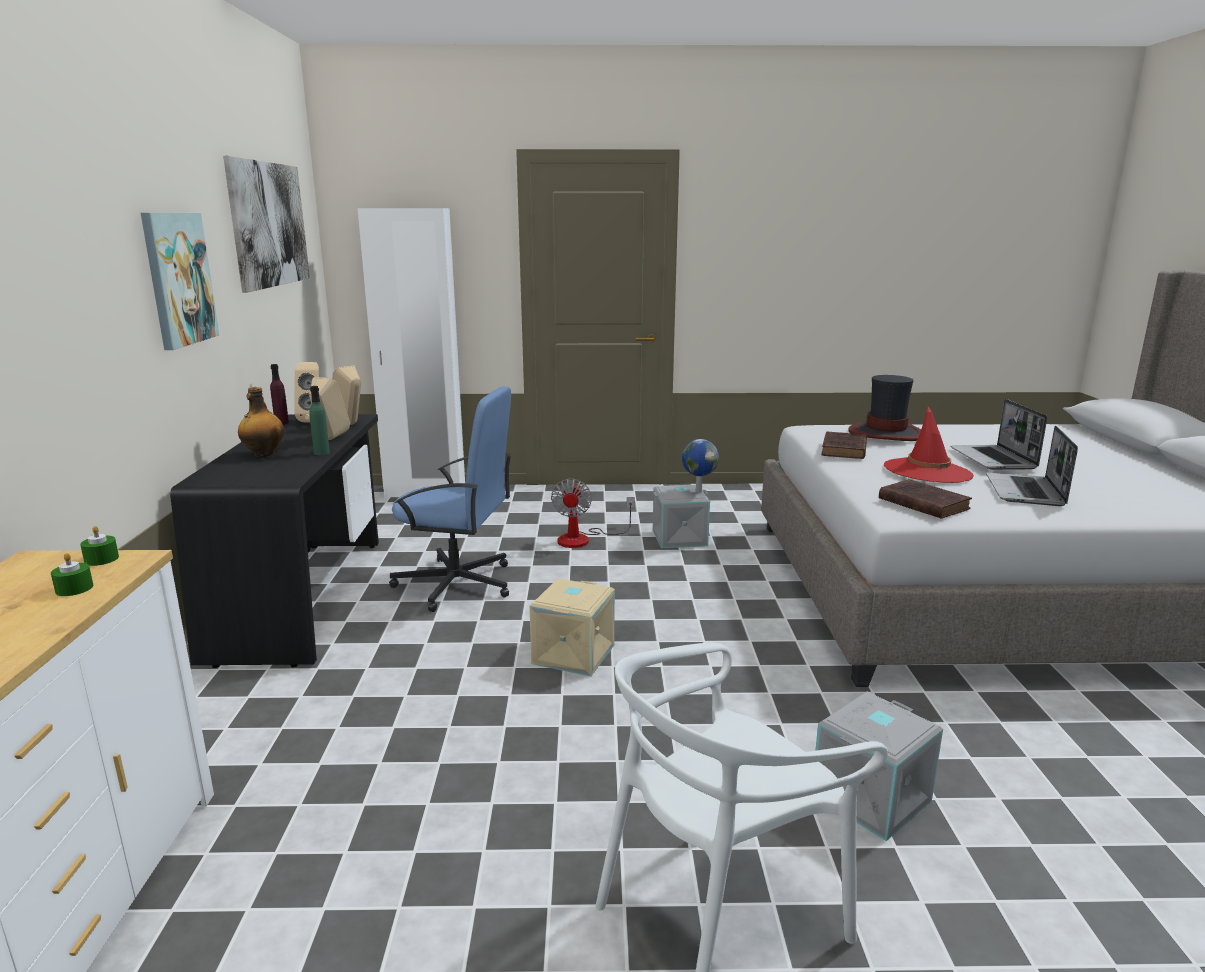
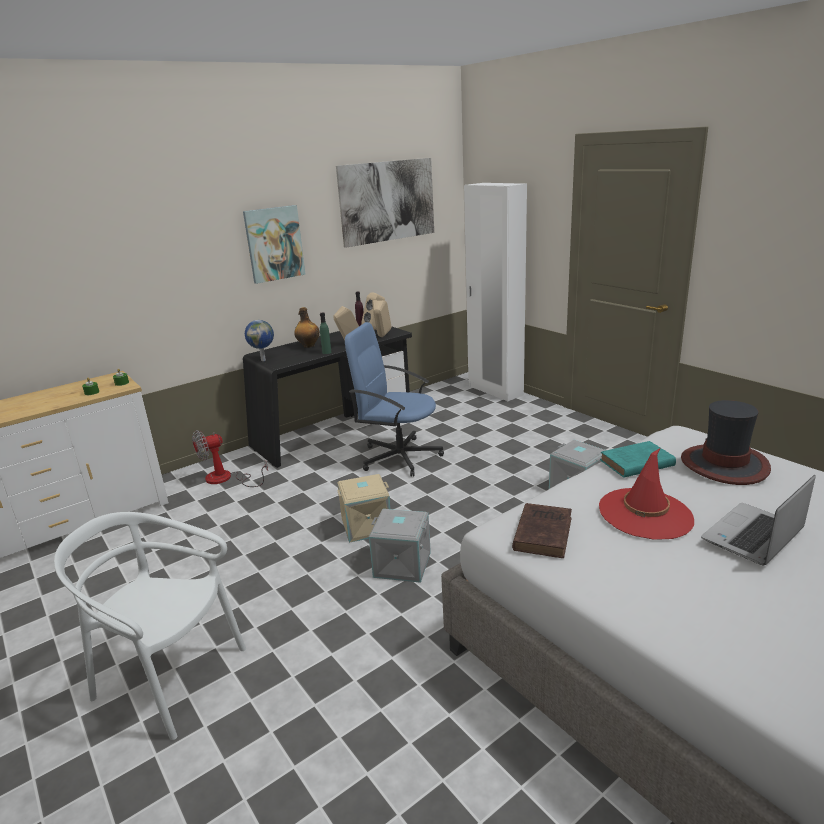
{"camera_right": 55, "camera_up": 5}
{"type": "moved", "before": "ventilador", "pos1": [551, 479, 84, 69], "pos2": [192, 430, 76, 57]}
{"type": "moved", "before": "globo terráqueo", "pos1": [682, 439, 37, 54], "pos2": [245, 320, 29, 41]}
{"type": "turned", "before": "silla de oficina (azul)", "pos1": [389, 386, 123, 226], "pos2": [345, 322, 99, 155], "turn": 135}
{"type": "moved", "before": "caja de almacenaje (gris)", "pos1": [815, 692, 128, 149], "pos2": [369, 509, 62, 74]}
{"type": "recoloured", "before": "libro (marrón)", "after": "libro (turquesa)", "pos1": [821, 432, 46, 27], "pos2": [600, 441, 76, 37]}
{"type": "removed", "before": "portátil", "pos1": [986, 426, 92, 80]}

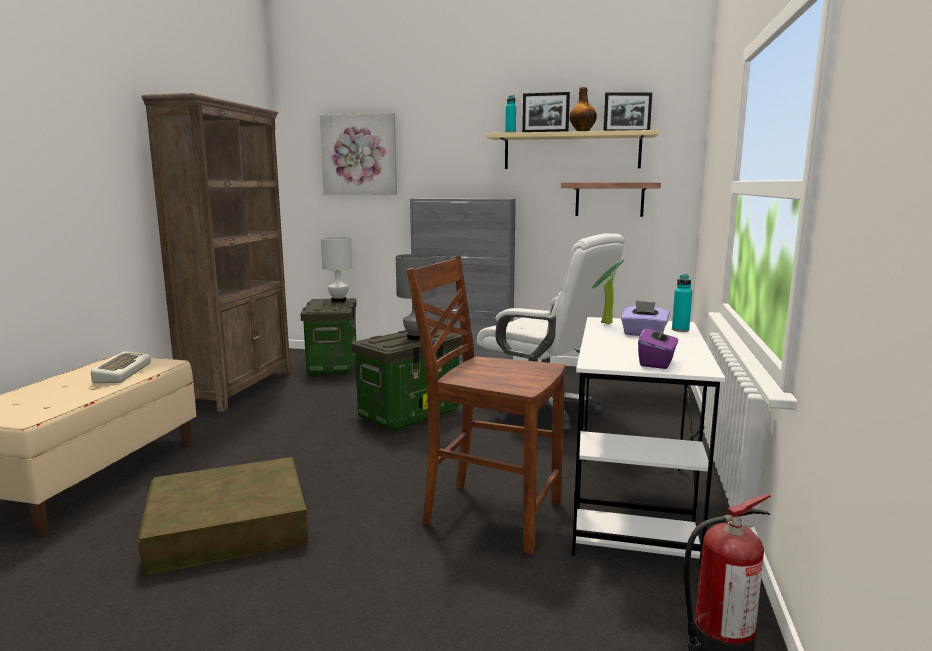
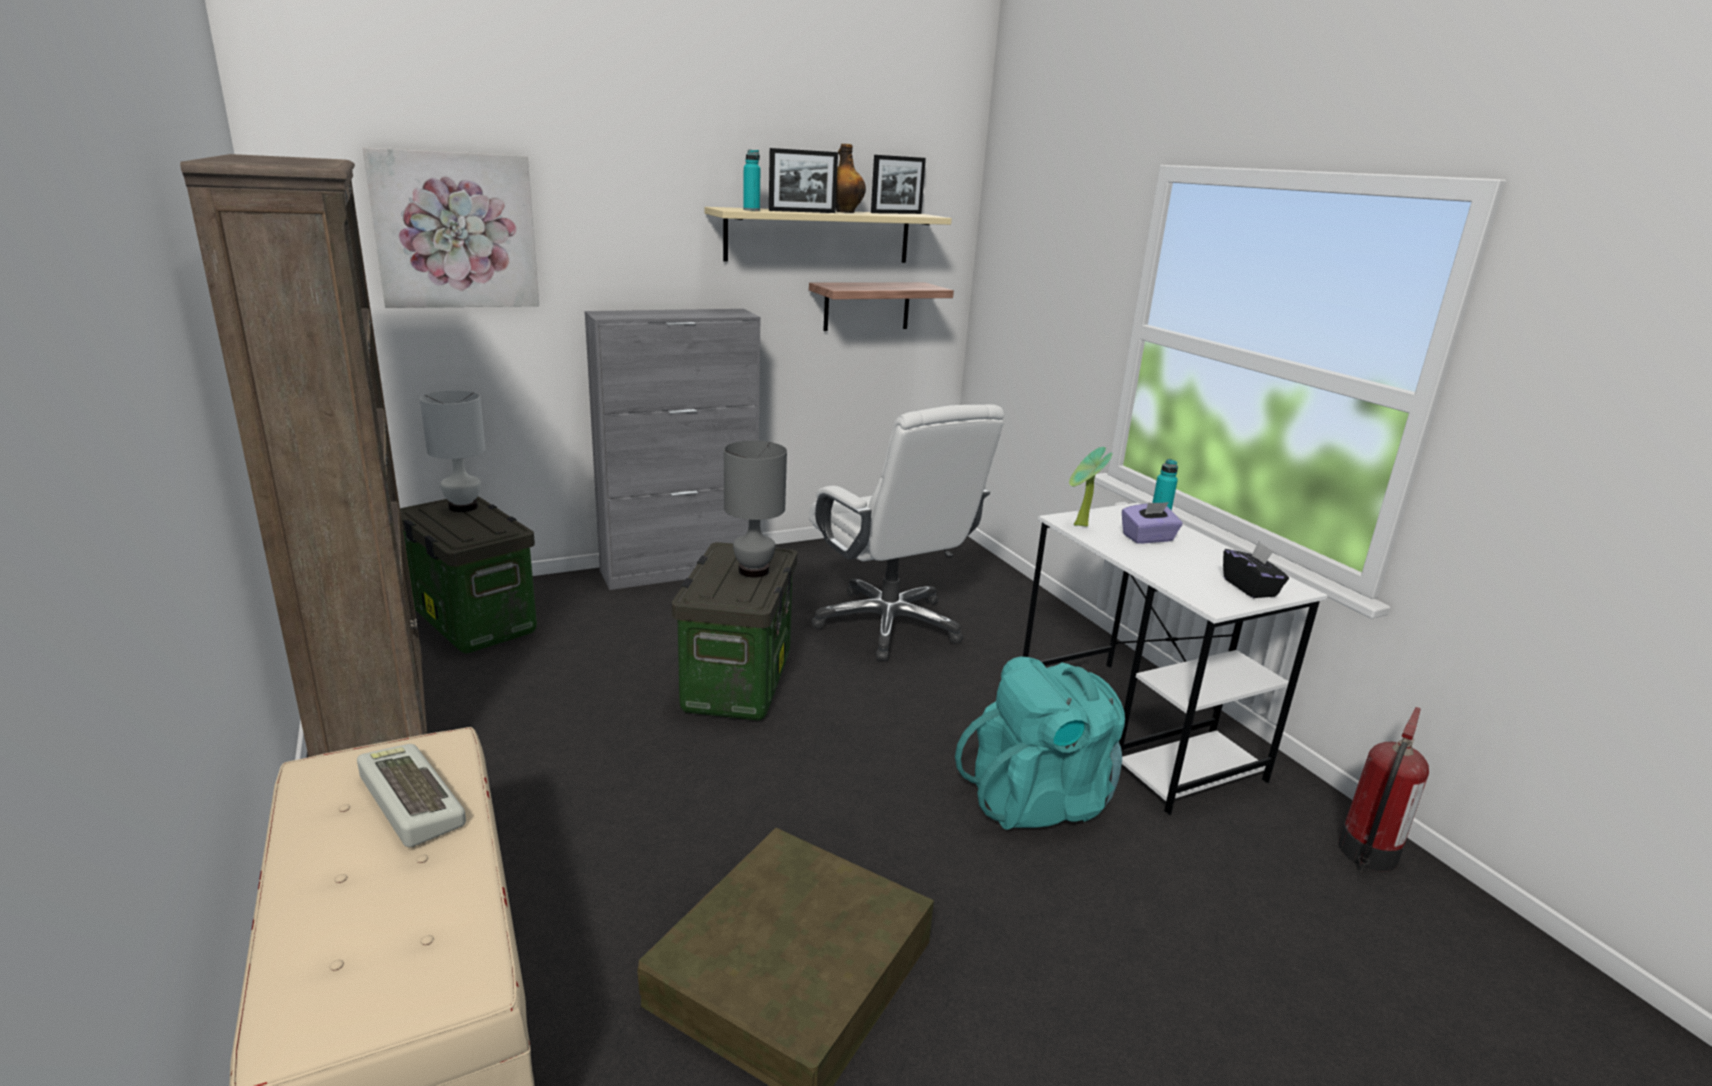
{"camera_right": -40, "camera_up": 10}
{"type": "turned", "before": "silla de oficina (blanco)", "pos1": [476, 234, 149, 198], "pos2": [809, 405, 195, 256], "turn": 60}
{"type": "replaced", "before": "silla (marrón)", "after": "mochila (turquesa)", "pos1": [406, 256, 159, 299], "pos2": [955, 656, 170, 174]}
{"type": "recoloured", "before": "caja de pañuelos (morado)", "after": "caja de pañuelos (negro)", "pos1": [638, 322, 40, 47], "pos2": [1223, 542, 66, 56]}

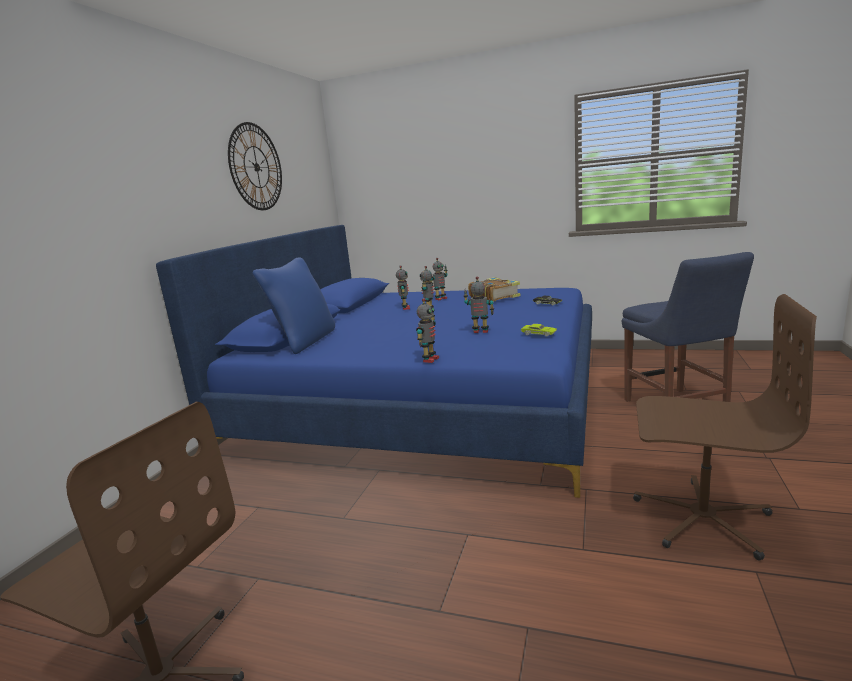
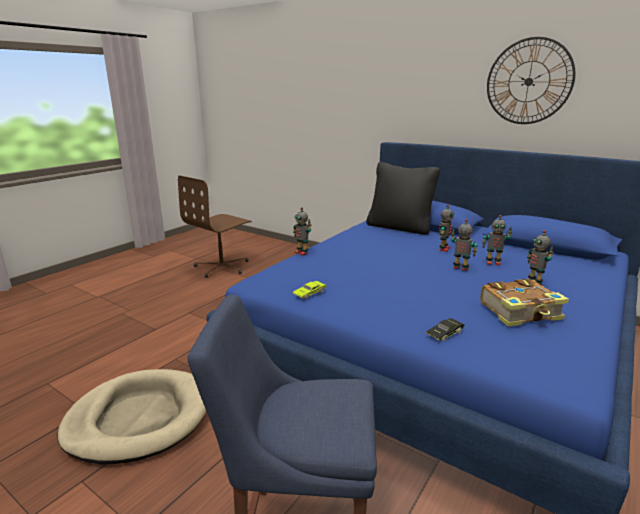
{"camera_right": 105, "camera_up": 5}
{"type": "replaced", "before": "silla de oficina (marrón)", "after": "cama para perro (beis)", "pos1": [633, 294, 184, 267], "pos2": [58, 369, 149, 95]}
{"type": "recoloured", "before": "cojín (azul)", "after": "cojín (negro)", "pos1": [253, 257, 82, 97], "pos2": [366, 162, 74, 73]}
{"type": "moved", "before": "robot de juguete", "pos1": [463, 276, 31, 57], "pos2": [439, 205, 15, 47]}

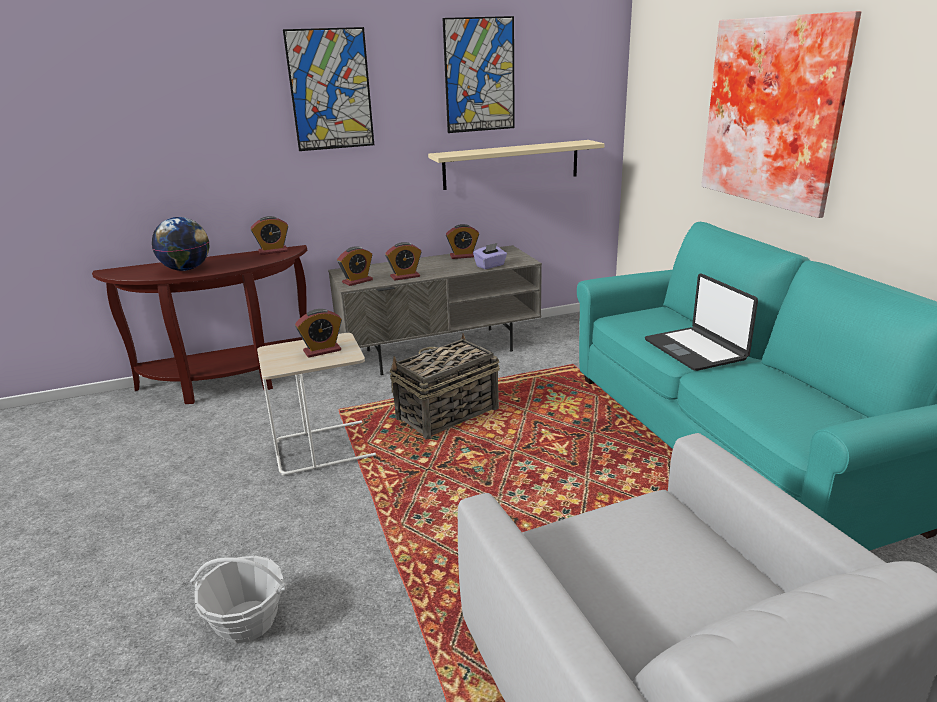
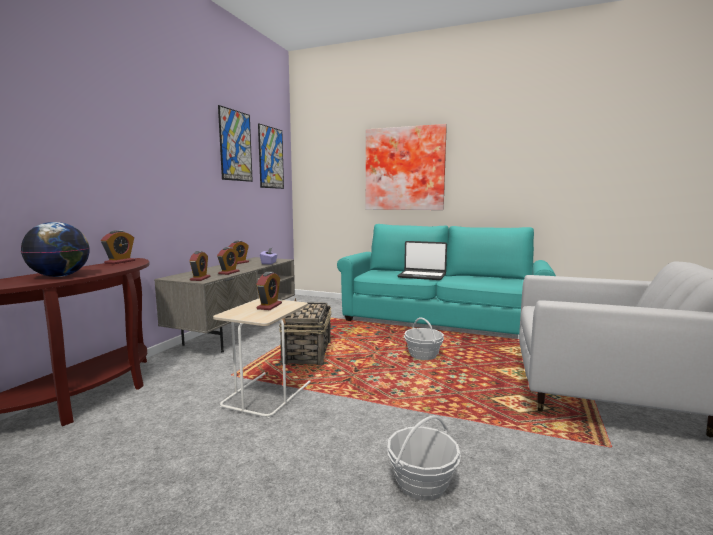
{"camera_right": -50, "camera_up": -15}
{"type": "moved", "before": "cuadro", "pos1": [283, 27, 91, 124], "pos2": [258, 123, 26, 66]}
{"type": "added", "after": "cesta", "pos2": [404, 317, 40, 43]}
{"type": "removed", "before": "estante (beis)", "pos1": [428, 140, 176, 50]}

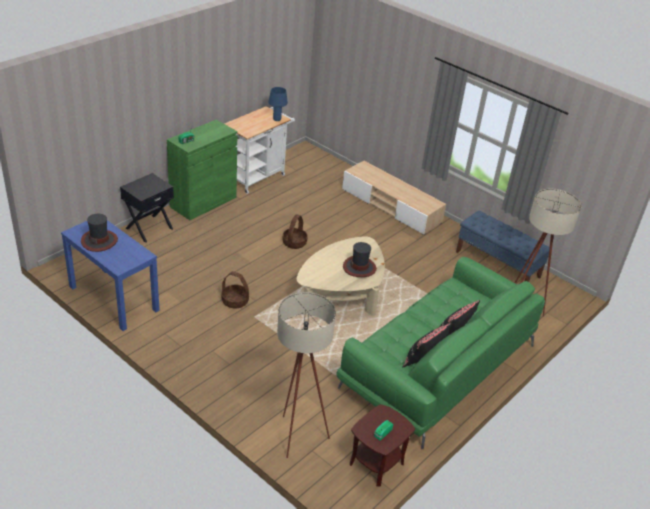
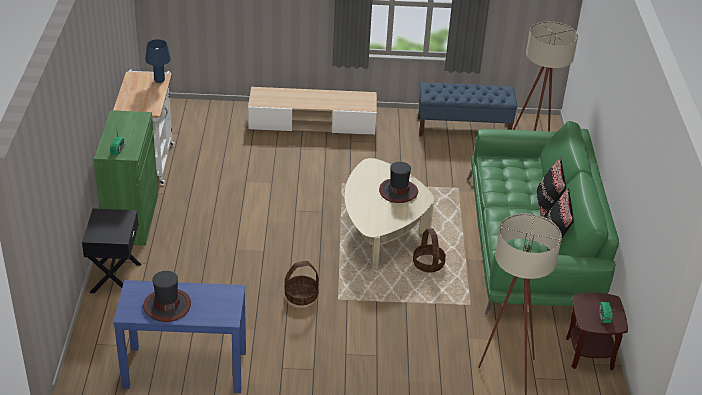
{"camera_right": -40, "camera_up": 0}
{"type": "moved", "before": "cesta", "pos1": [283, 214, 25, 35], "pos2": [413, 228, 33, 45]}

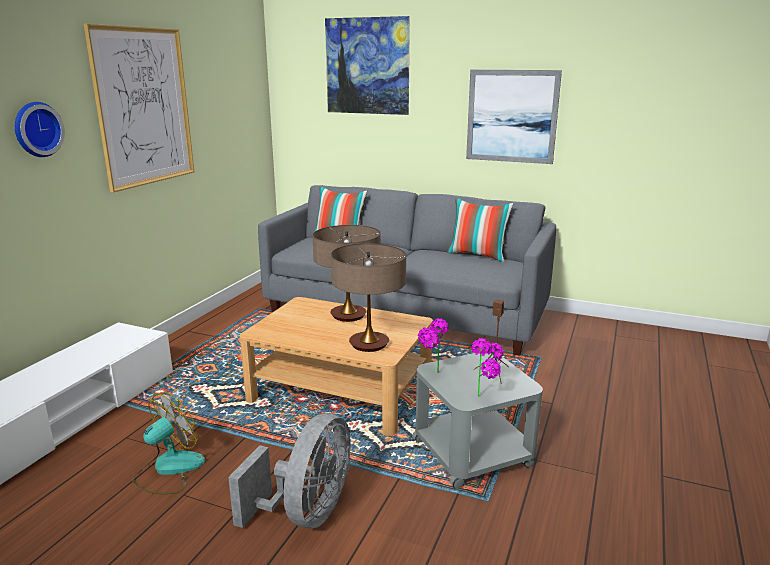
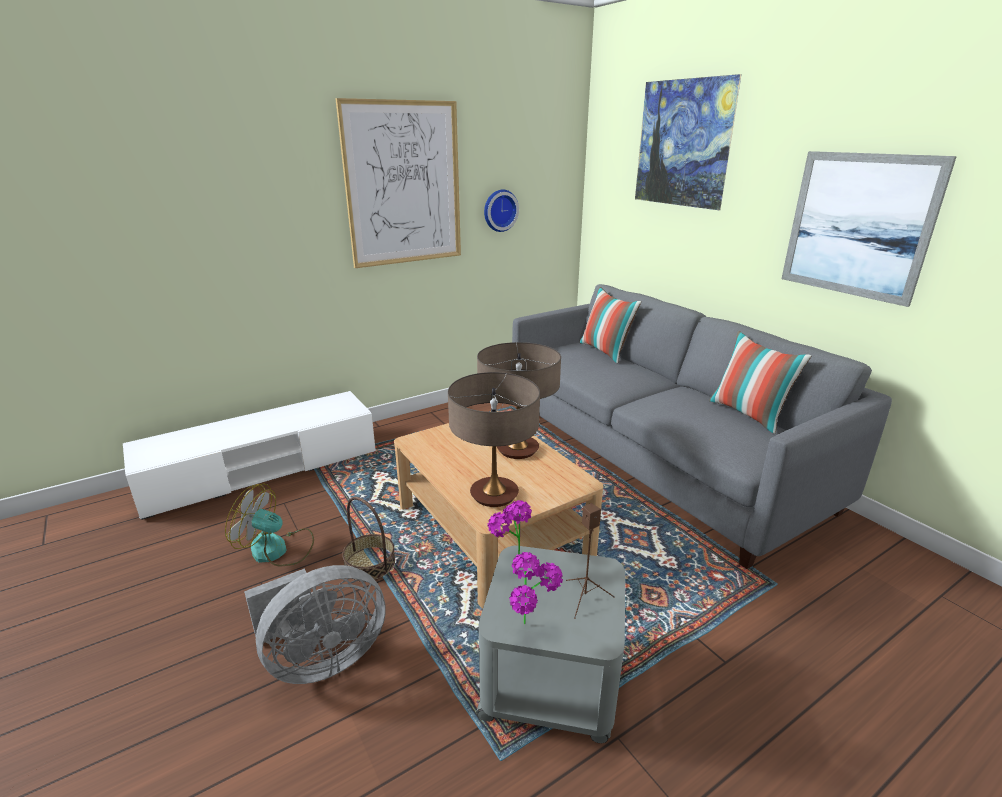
{"camera_right": 35, "camera_up": 5}
{"type": "turned", "before": "ventilador", "pos1": [132, 392, 73, 102], "pos2": [225, 483, 89, 84], "turn": -150}
{"type": "added", "after": "cesta", "pos2": [342, 497, 53, 85]}
{"type": "moved", "before": "reloj de pared", "pos1": [15, 102, 50, 55], "pos2": [484, 190, 35, 42]}

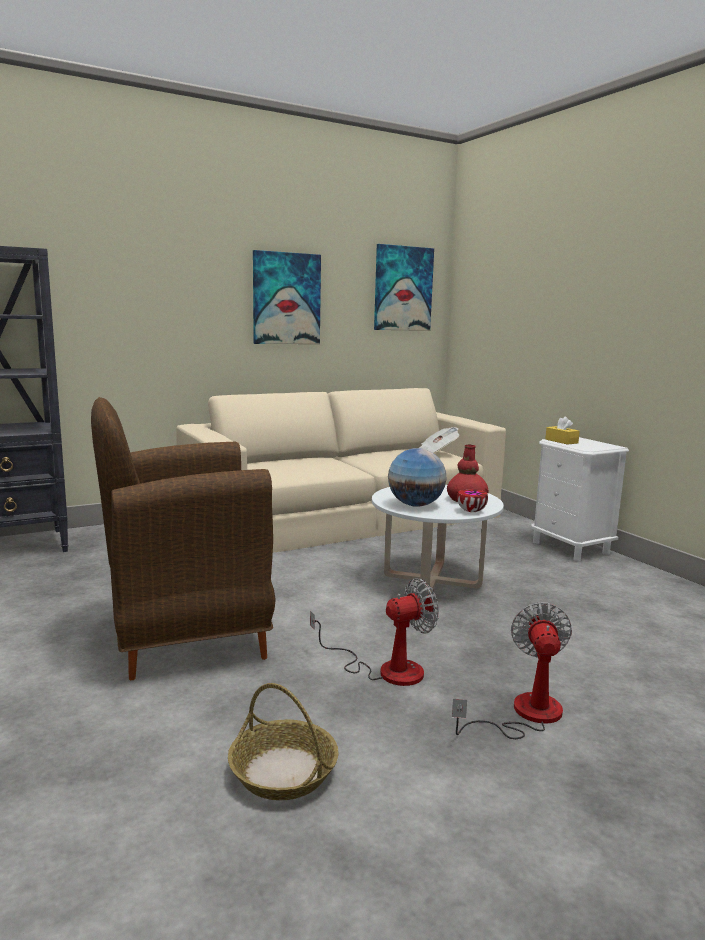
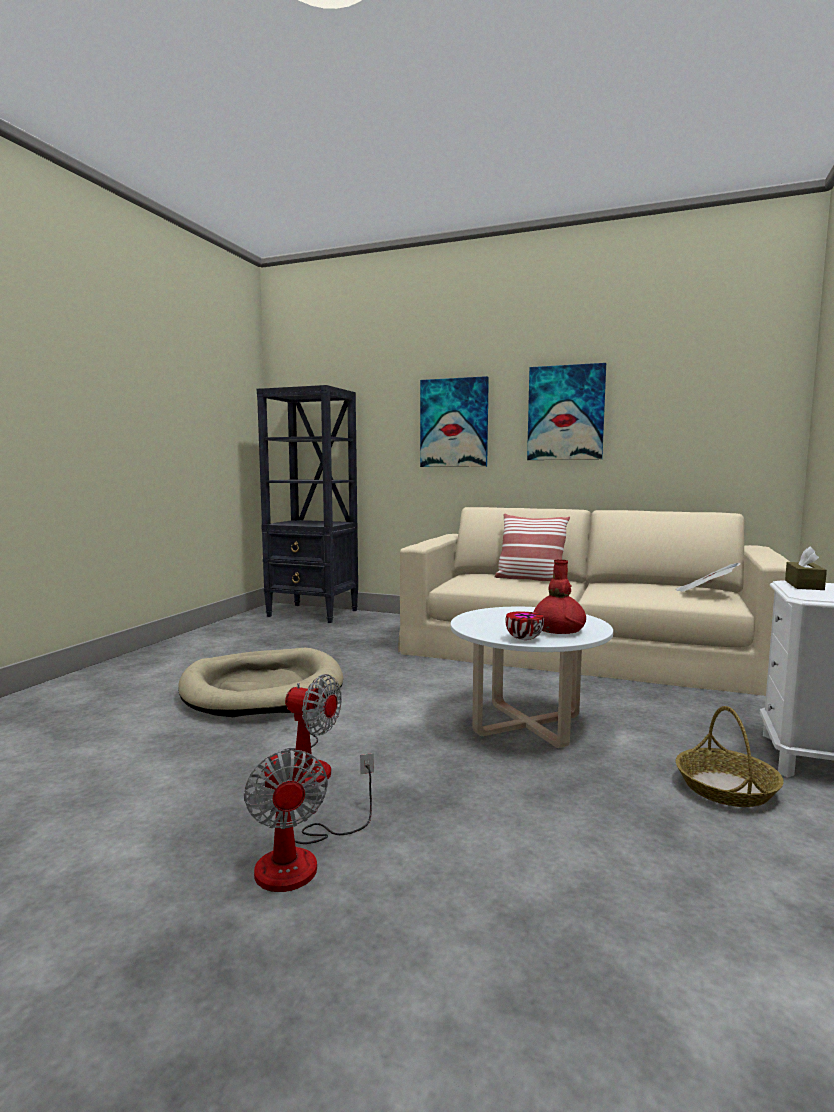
{"camera_right": 50, "camera_up": -5}
{"type": "replaced", "before": "sillón (marrón)", "after": "cama para perro (beis)", "pos1": [91, 397, 185, 283], "pos2": [178, 648, 165, 69]}
{"type": "turned", "before": "ventilador", "pos1": [452, 602, 120, 137], "pos2": [244, 749, 130, 143], "turn": 105}
{"type": "moved", "before": "cuadro", "pos1": [374, 244, 60, 87], "pos2": [420, 376, 69, 91]}
{"type": "added", "after": "cojín", "pos2": [495, 513, 75, 68]}
{"type": "moved", "before": "cesta", "pos1": [228, 683, 111, 117], "pos2": [676, 706, 108, 101]}
{"type": "recoloured", "before": "caja de pañuelos (amarillo)", "after": "caja de pañuelos (marrón)", "pos1": [545, 416, 35, 29], "pos2": [785, 547, 42, 43]}
{"type": "removed", "before": "globo terráqueo", "pos1": [388, 448, 59, 59]}

